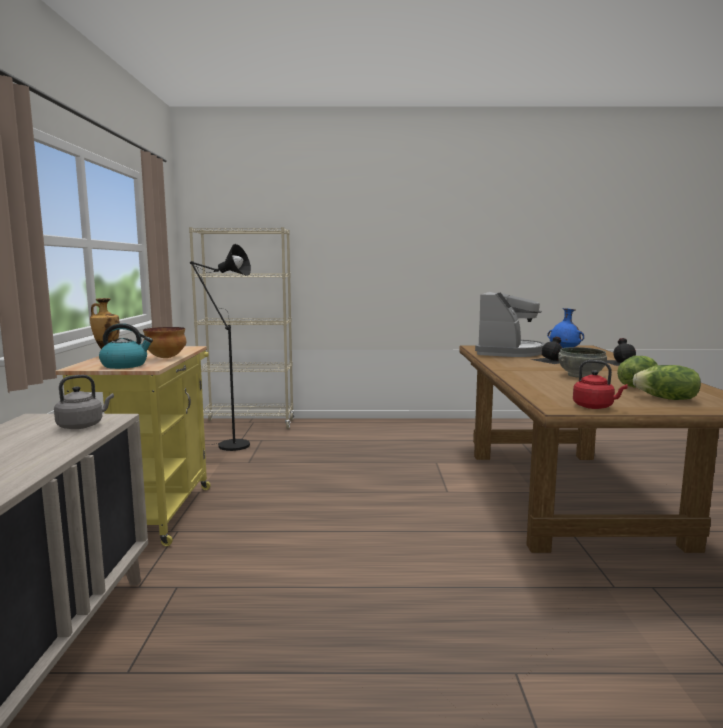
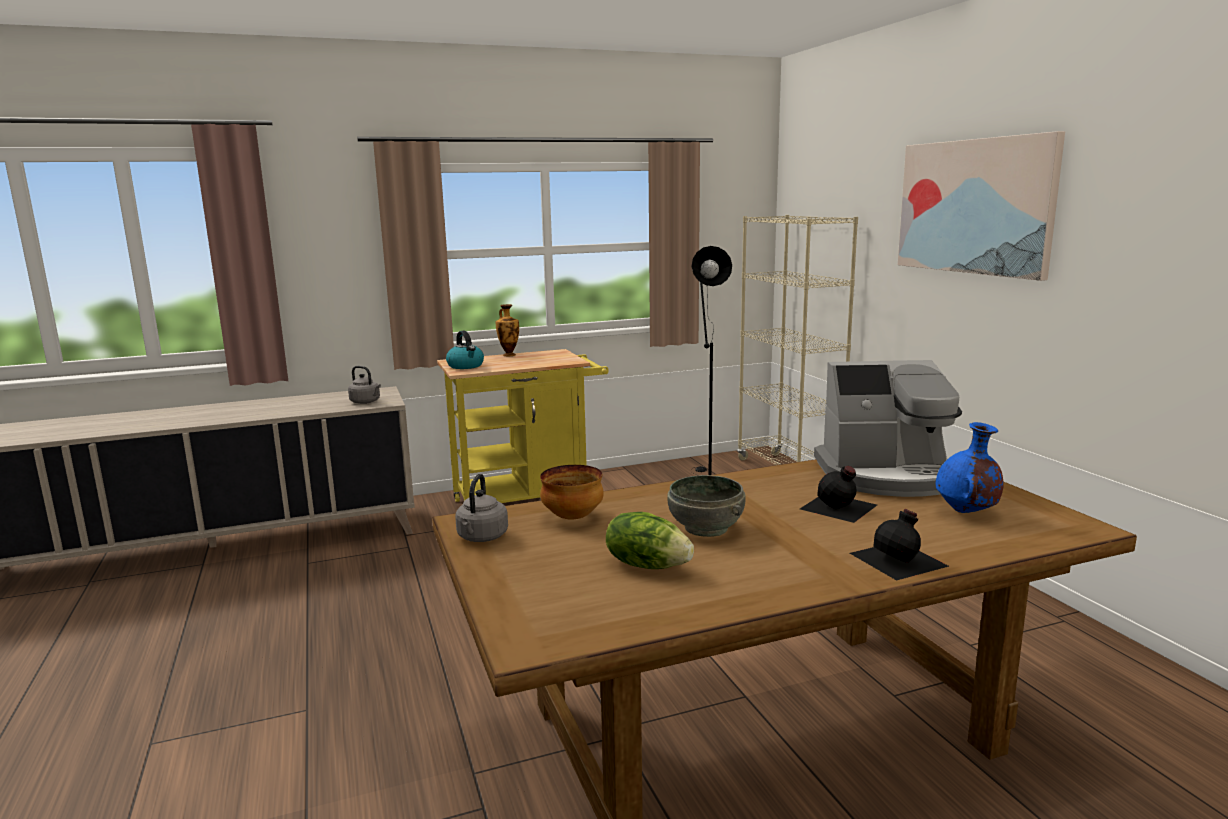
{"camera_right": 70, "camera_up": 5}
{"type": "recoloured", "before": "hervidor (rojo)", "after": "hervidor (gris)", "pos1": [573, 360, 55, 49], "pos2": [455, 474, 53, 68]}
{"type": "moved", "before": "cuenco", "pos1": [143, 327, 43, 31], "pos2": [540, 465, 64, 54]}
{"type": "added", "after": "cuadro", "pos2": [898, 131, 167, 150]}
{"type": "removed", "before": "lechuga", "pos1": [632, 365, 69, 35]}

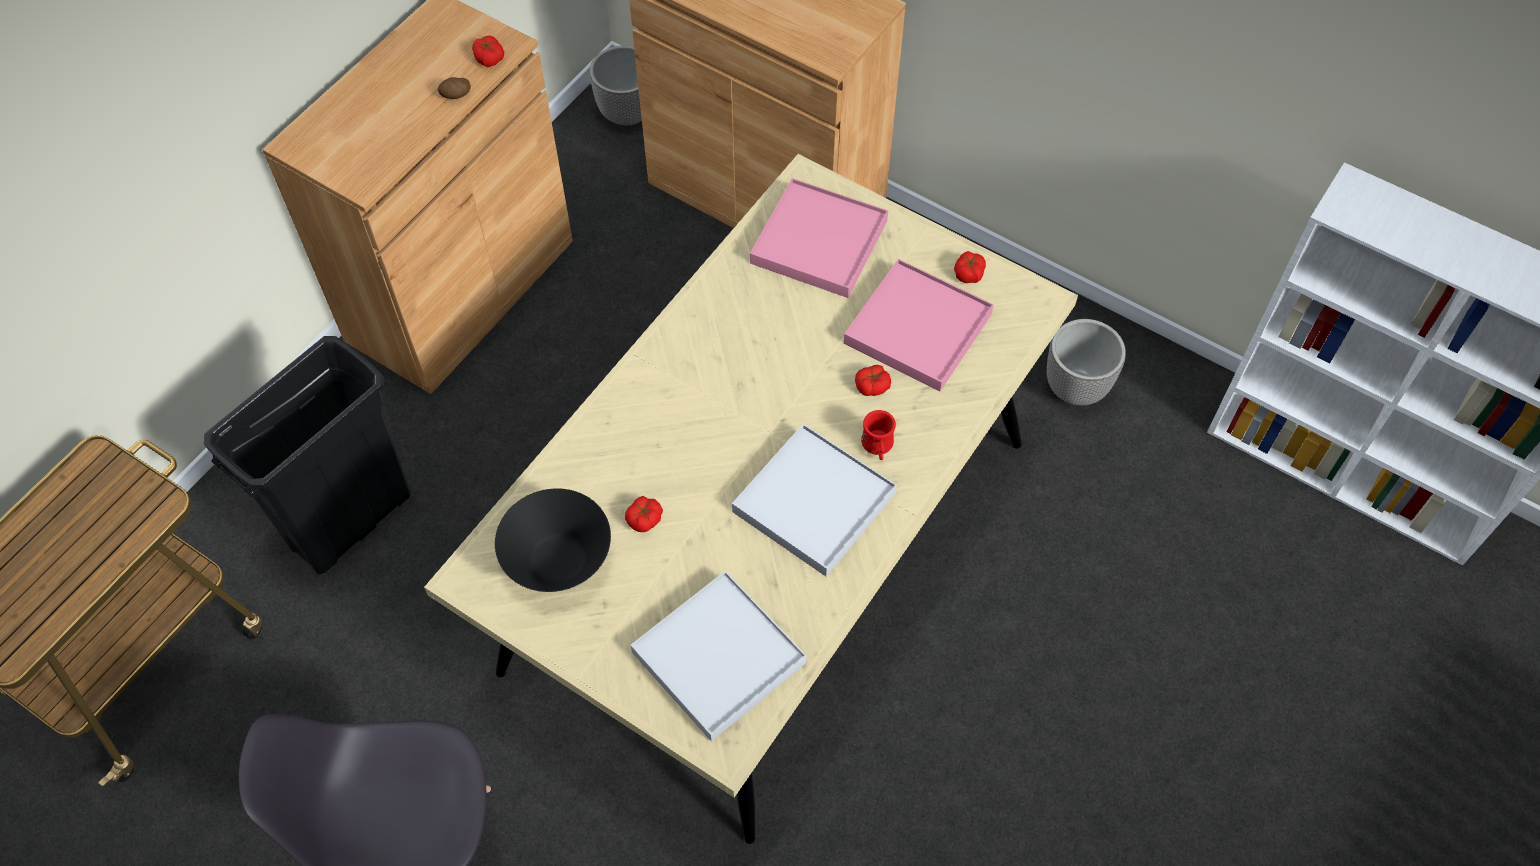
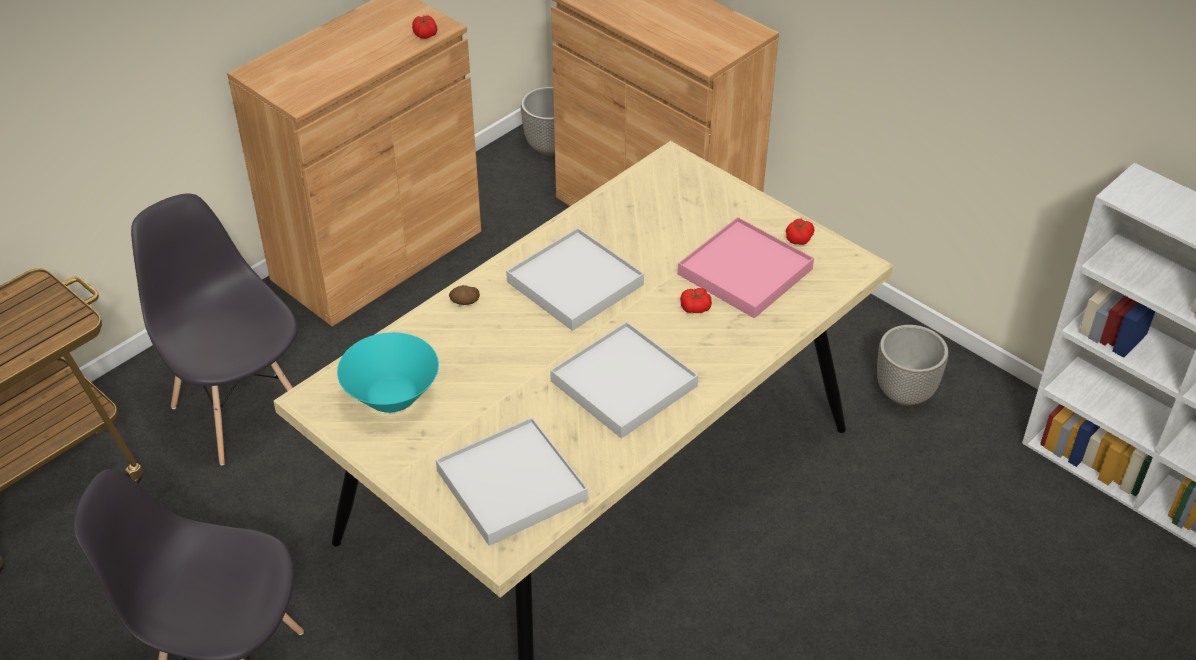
{"camera_right": 10, "camera_up": -15}
{"type": "replaced", "before": "papelera (negro)", "after": "silla (gris)", "pos1": [204, 336, 207, 238], "pos2": [131, 193, 167, 272]}
{"type": "recoloured", "before": "cuenco (negro)", "after": "cuenco (turquesa)", "pos1": [495, 488, 116, 104], "pos2": [337, 332, 102, 81]}
{"type": "moved", "before": "patata", "pos1": [438, 77, 33, 22], "pos2": [449, 285, 31, 20]}
{"type": "added", "after": "bandeja (blanco)", "pos2": [506, 228, 138, 103]}
{"type": "removed", "before": "tomate", "pos1": [625, 496, 38, 36]}
{"type": "removed", "before": "bandeja (rosa)", "pos1": [750, 178, 138, 120]}
{"type": "removed", "before": "taza grande (rojo)", "pos1": [861, 410, 35, 50]}

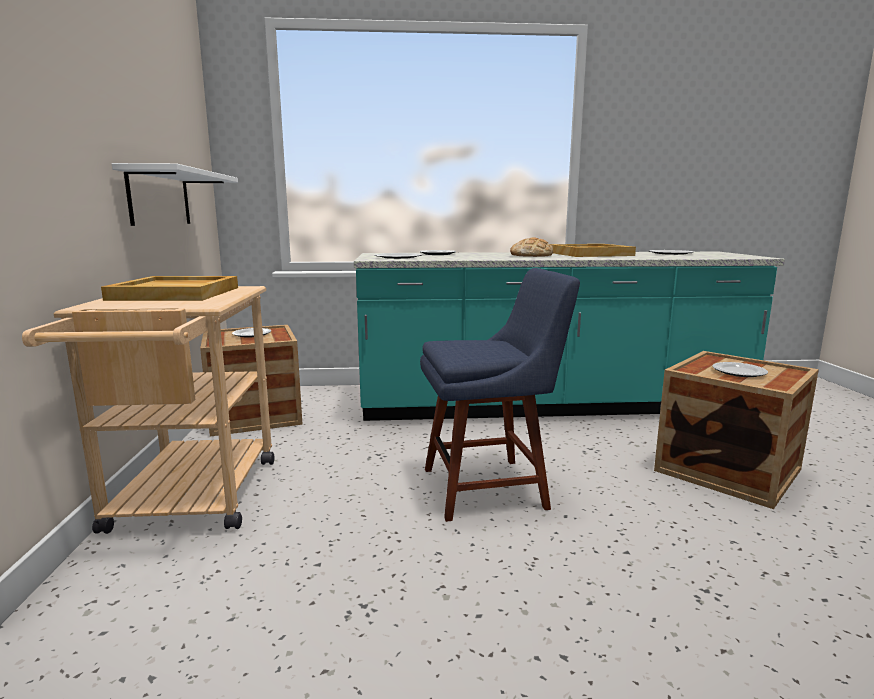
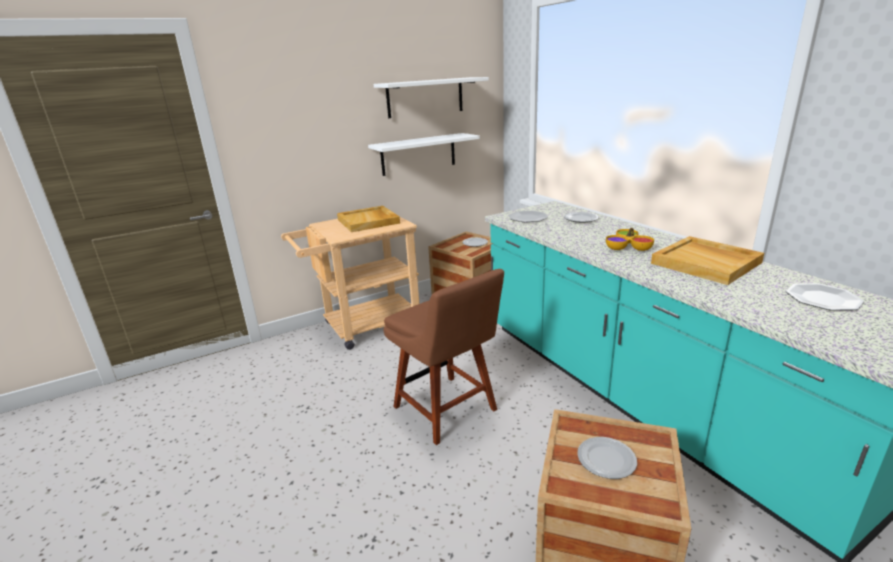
{"camera_right": 65, "camera_up": 10}
{"type": "added", "after": "estante (blanco)", "pos2": [374, 77, 115, 41]}
{"type": "recoloured", "before": "silla (azul)", "after": "silla (marrón)", "pos1": [420, 268, 160, 254], "pos2": [383, 269, 121, 176]}
{"type": "replaced", "before": "pan", "after": "cuenco", "pos1": [510, 237, 43, 20], "pos2": [606, 228, 48, 23]}

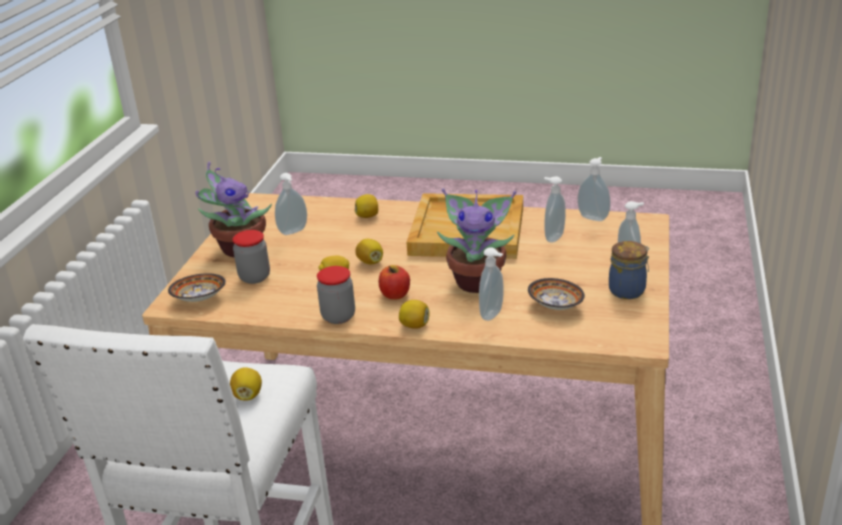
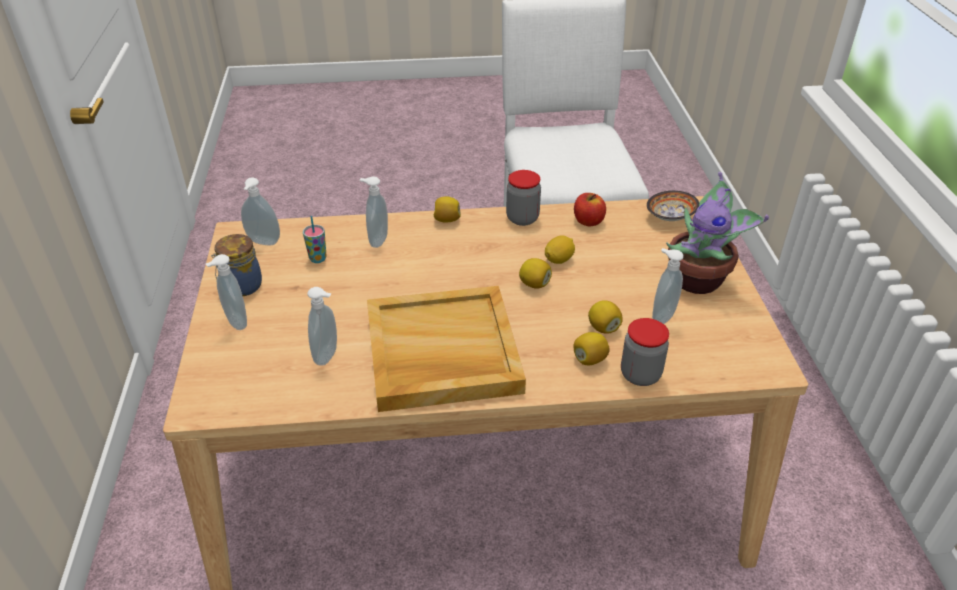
{"camera_right": 160, "camera_up": 10}
{"type": "moved", "before": "dispensador de jabón", "pos1": [578, 157, 33, 64], "pos2": [241, 177, 39, 68]}
{"type": "replaced", "before": "cuenco", "after": "taza", "pos1": [528, 278, 57, 32], "pos2": [303, 216, 24, 47]}
{"type": "moved", "before": "manzana", "pos1": [379, 265, 31, 35], "pos2": [574, 193, 32, 34]}
{"type": "moved", "before": "limón", "pos1": [230, 367, 32, 33], "pos2": [588, 300, 35, 34]}
{"type": "moved", "before": "tarro", "pos1": [233, 230, 37, 54], "pos2": [621, 318, 48, 68]}
{"type": "removed", "before": "planta en maceta", "pos1": [437, 188, 79, 105]}

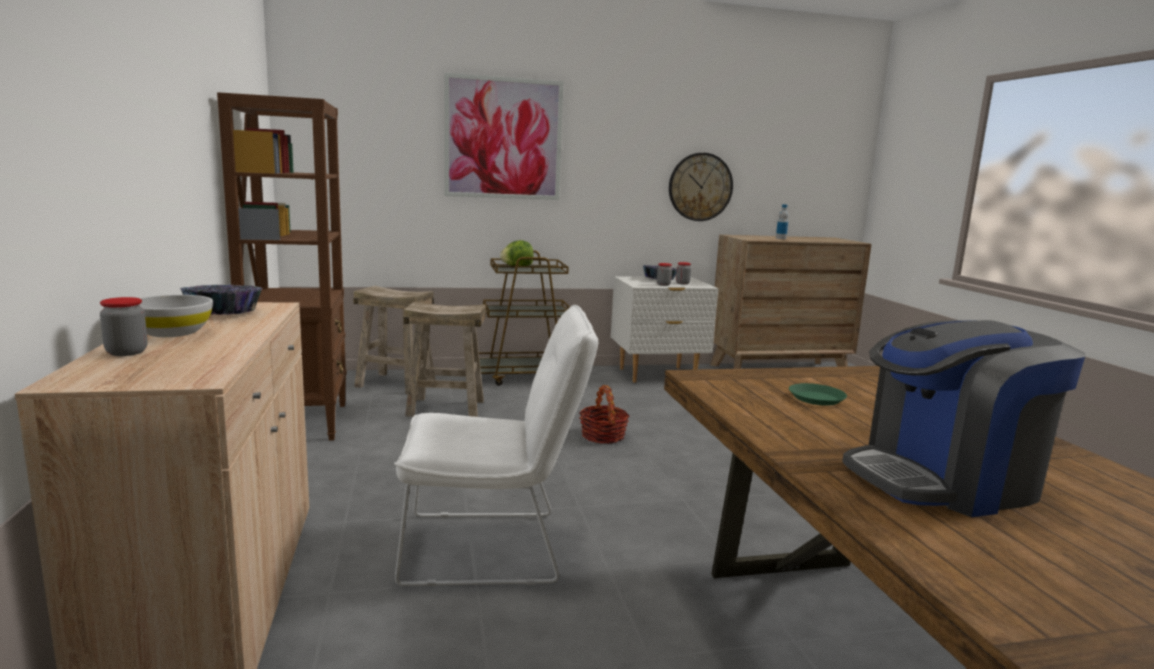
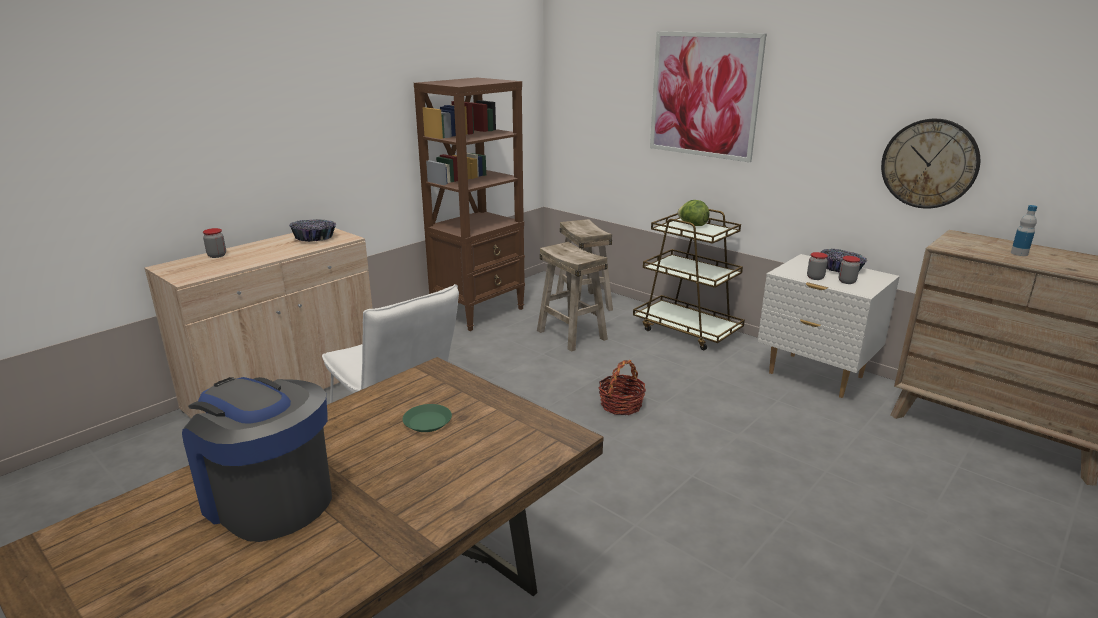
{"camera_right": 55, "camera_up": 10}
{"type": "removed", "before": "cuenco (blanco)", "pos1": [140, 295, 73, 42]}

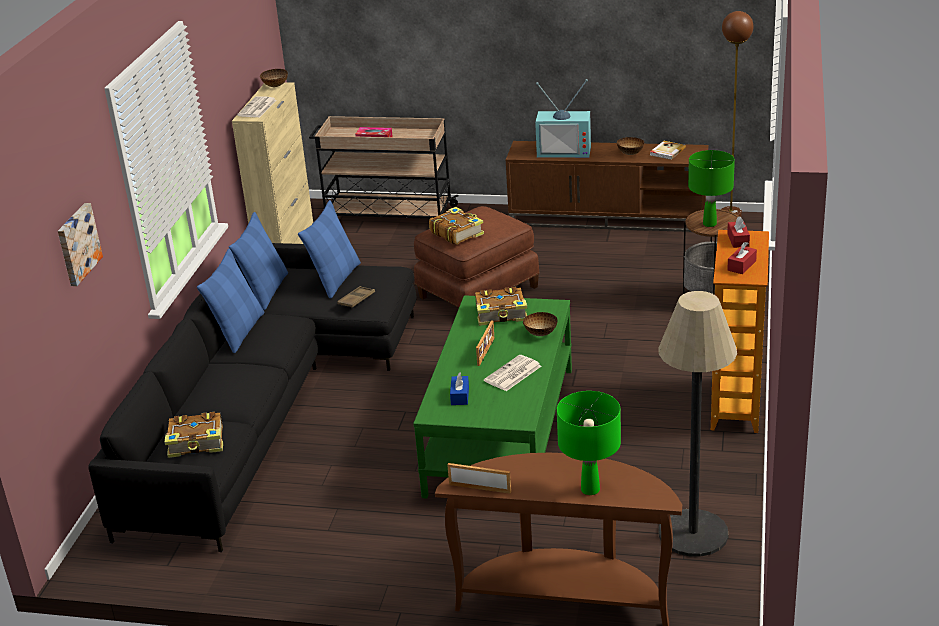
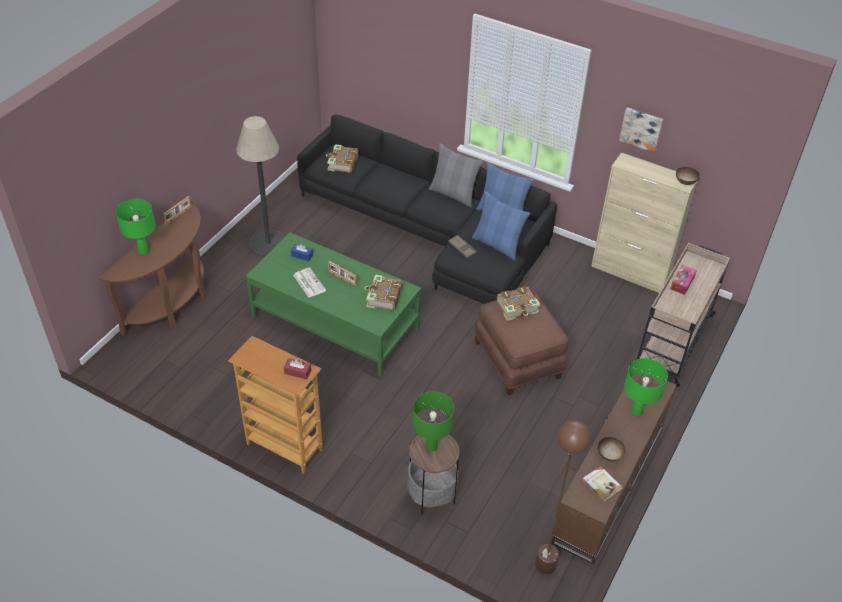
{"camera_right": 105, "camera_up": 15}
{"type": "moved", "before": "lámpara de pie", "pos1": [658, 291, 79, 266], "pos2": [236, 116, 50, 141]}
{"type": "recoloured", "before": "cojín (azul)", "after": "cojín (gris)", "pos1": [197, 249, 67, 104], "pos2": [429, 143, 55, 65]}
{"type": "moved", "before": "cuadro", "pos1": [58, 203, 45, 83], "pos2": [619, 107, 45, 46]}
{"type": "replaced", "before": "televisor", "after": "lámpara de mesa (verde)", "pos1": [535, 79, 56, 79], "pos2": [624, 358, 44, 58]}
{"type": "removed", "before": "periódico", "pos1": [237, 96, 40, 22]}
{"type": "removed", "before": "cuenco", "pos1": [523, 312, 35, 24]}
{"type": "removed", "before": "caja de pañuelos (rojo)", "pos1": [727, 242, 30, 32]}

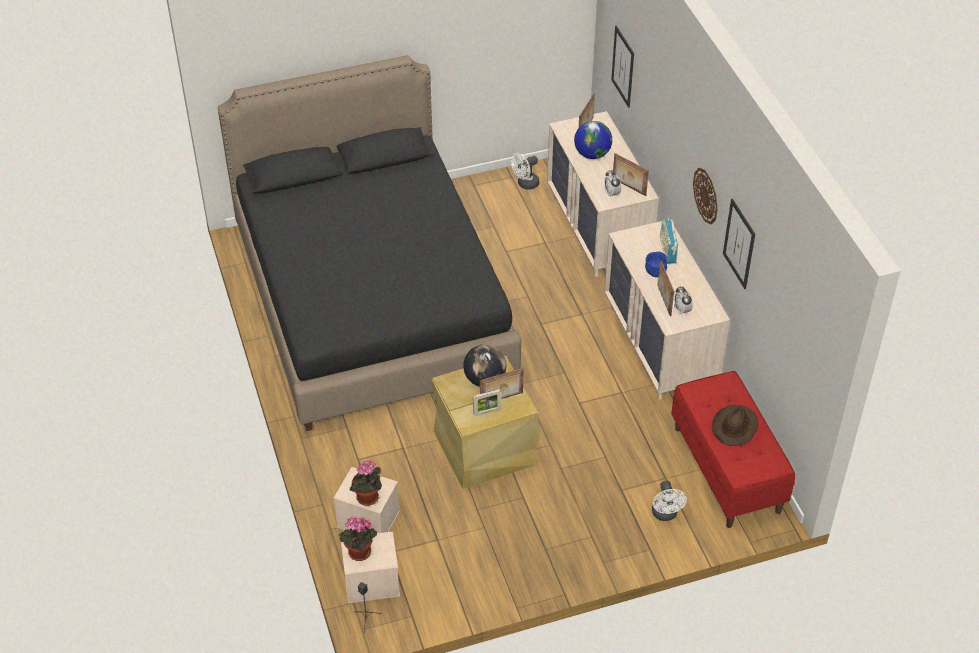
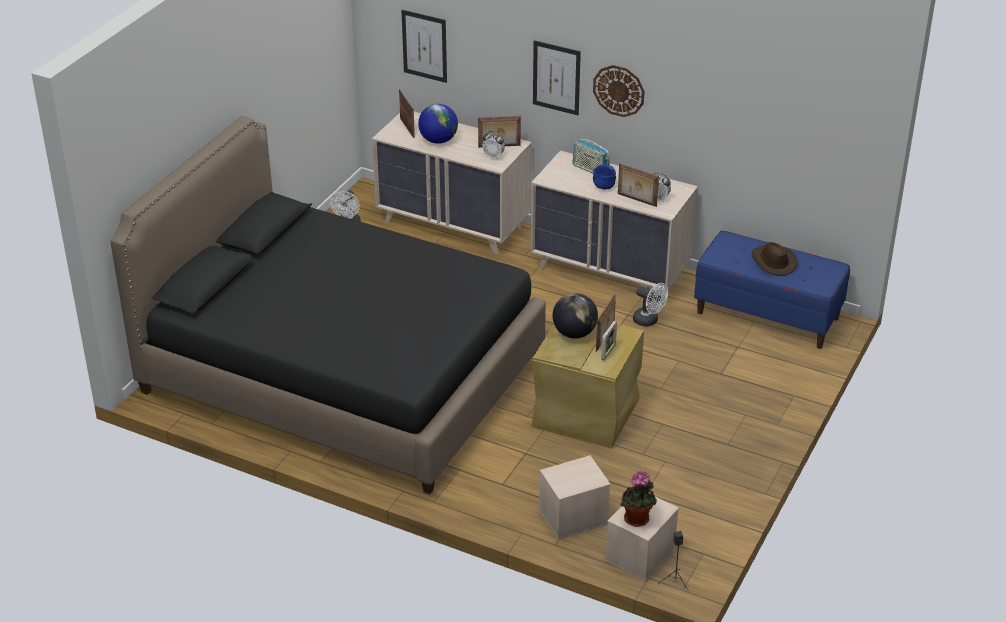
{"camera_right": -45, "camera_up": -10}
{"type": "moved", "before": "cuadro", "pos1": [723, 198, 32, 91], "pos2": [533, 40, 48, 75]}
{"type": "moved", "before": "ventilador (blanco)", "pos1": [652, 481, 35, 40], "pos2": [633, 283, 35, 44]}
{"type": "recoloured", "before": "banco (rojo)", "after": "banco (azul)", "pos1": [671, 371, 124, 157], "pos2": [694, 231, 156, 118]}
{"type": "removed", "before": "planta en maceta", "pos1": [350, 460, 32, 46]}

